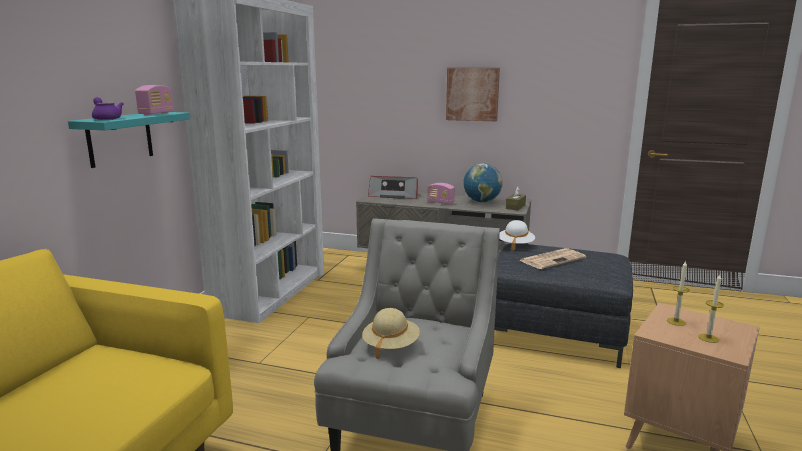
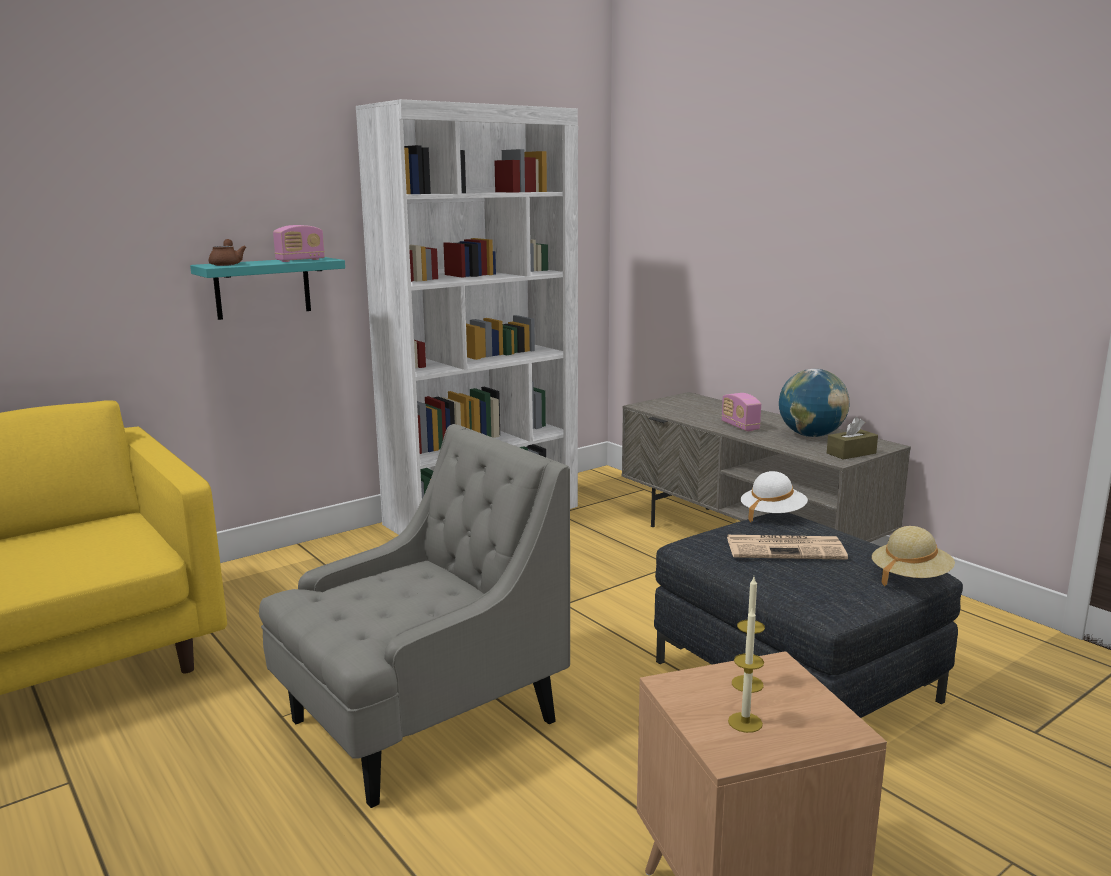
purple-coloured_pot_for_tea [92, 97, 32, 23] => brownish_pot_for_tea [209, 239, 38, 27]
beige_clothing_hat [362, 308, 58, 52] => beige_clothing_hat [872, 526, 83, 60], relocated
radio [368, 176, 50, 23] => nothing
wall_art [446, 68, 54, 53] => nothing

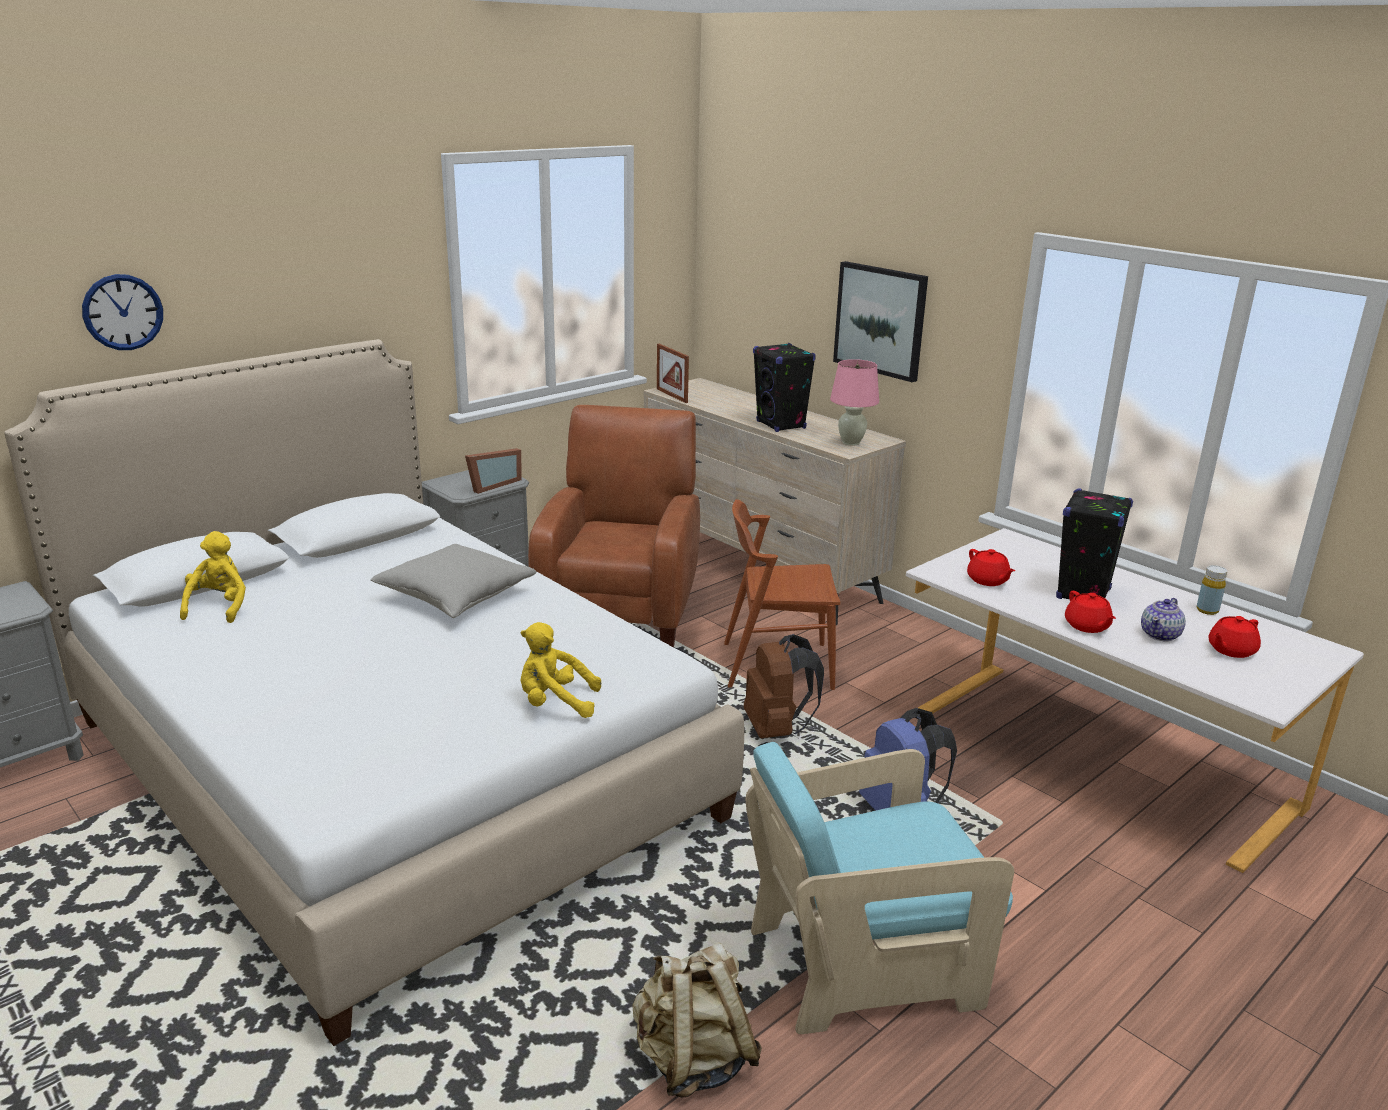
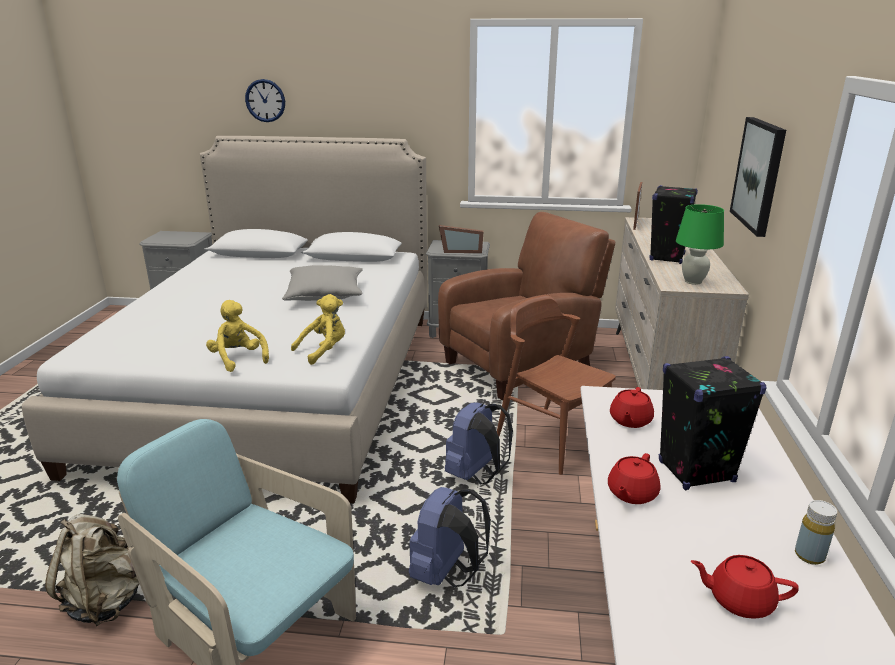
yellowish_cuddly_toy [180, 531, 66, 92] => yellowish_cuddly_toy [291, 294, 54, 71], relocated
brownish_knapsack [744, 634, 80, 104] => bluish_knapsack [445, 402, 68, 82]
pink_lamp_for_a_table [830, 359, 49, 87] => green_lamp_for_a_table [676, 204, 48, 81]
pot_for_tea [1141, 598, 45, 43] => nothing

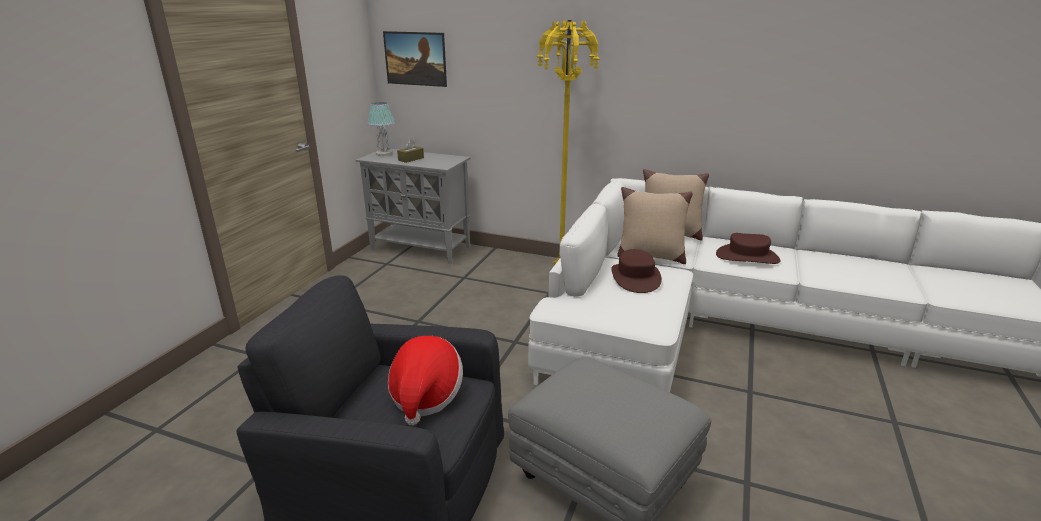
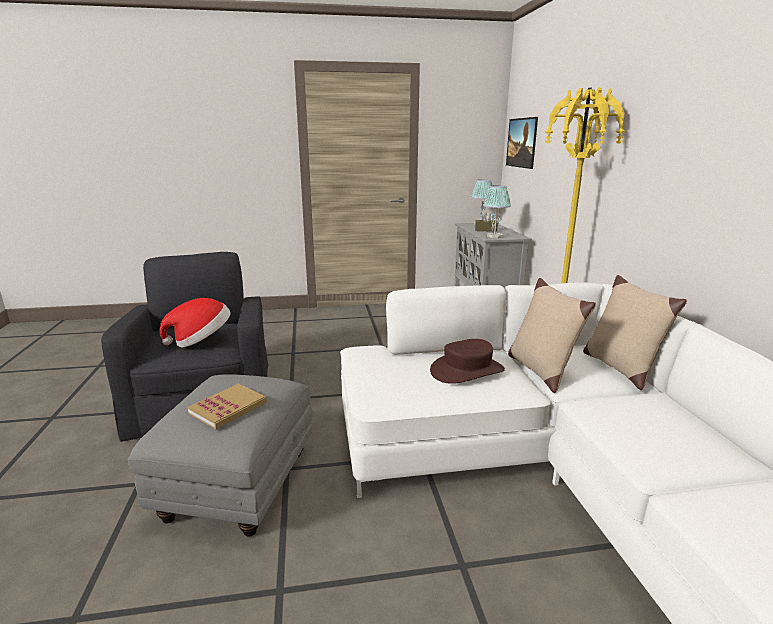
nothing => bound_book [188, 384, 79, 46]
nothing => lamp_for_a_table [483, 185, 28, 53]
brownish_clothing_hat [716, 233, 64, 31] => nothing

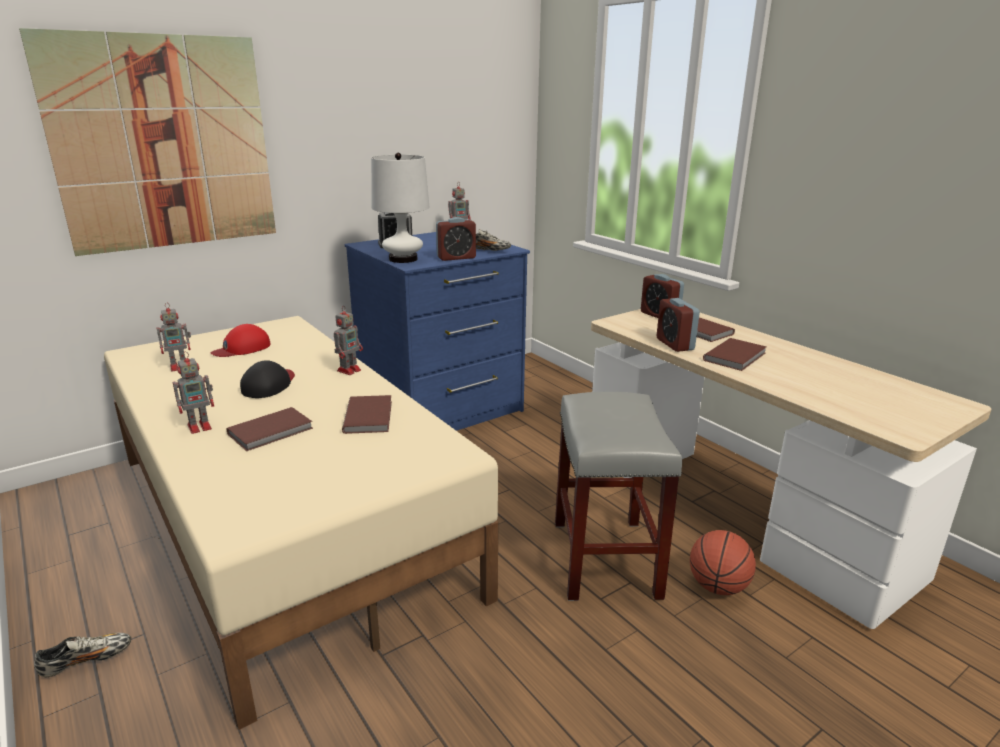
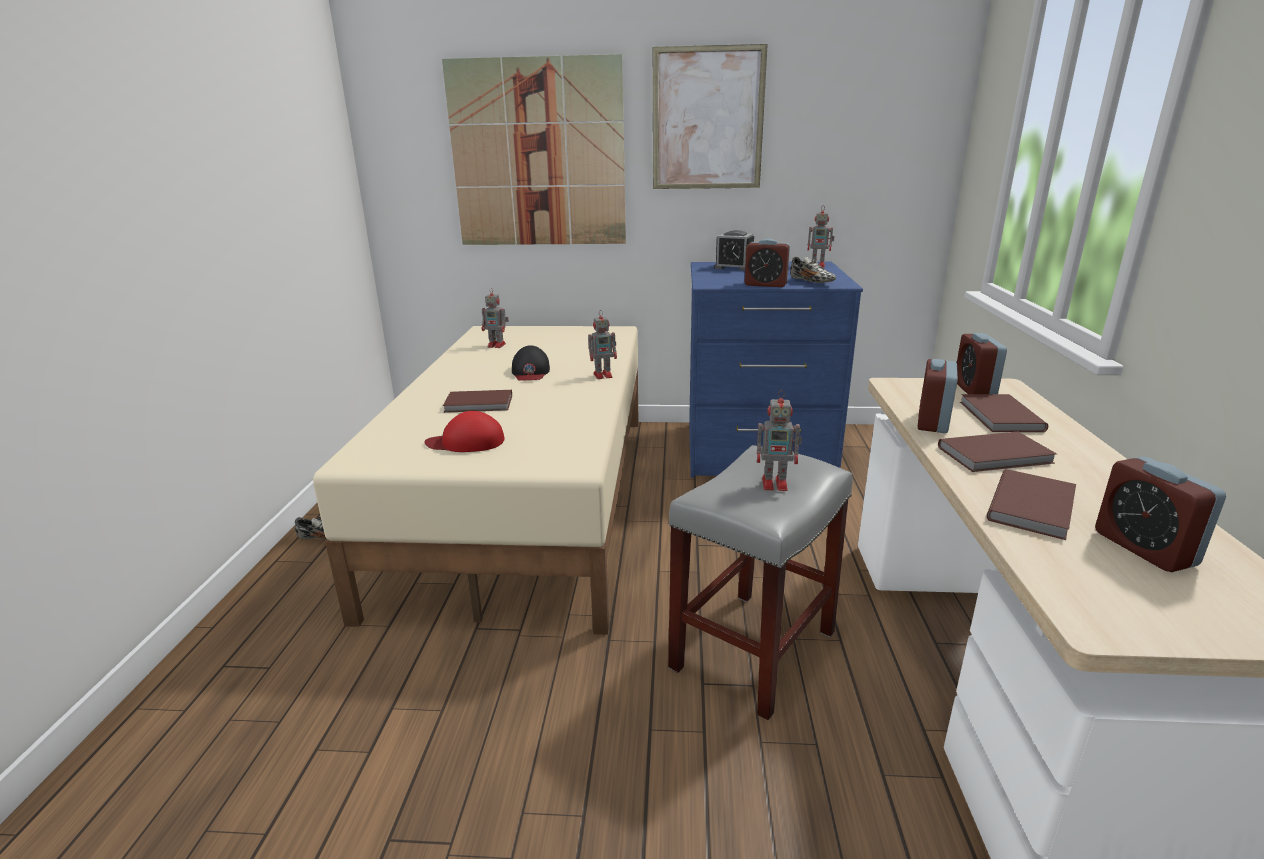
red_baseball_cap [211, 324, 60, 33] => red_baseball_cap [424, 411, 81, 41], relocated
black_baseball_cap [240, 360, 55, 38] => black_baseball_cap [512, 345, 38, 36], 120 degrees clockwise
nothing => wall_art [653, 44, 115, 145]
model_robot [173, 351, 41, 83] => model_robot [757, 390, 45, 101], relocated
brownish_bound_book [342, 395, 50, 39] => brownish_bound_book [987, 469, 89, 71], relocated
nothing => table_clock [1095, 457, 131, 115]
white_lamp_for_a_table [371, 153, 59, 110] => nothing
basketball [690, 530, 66, 65] => nothing

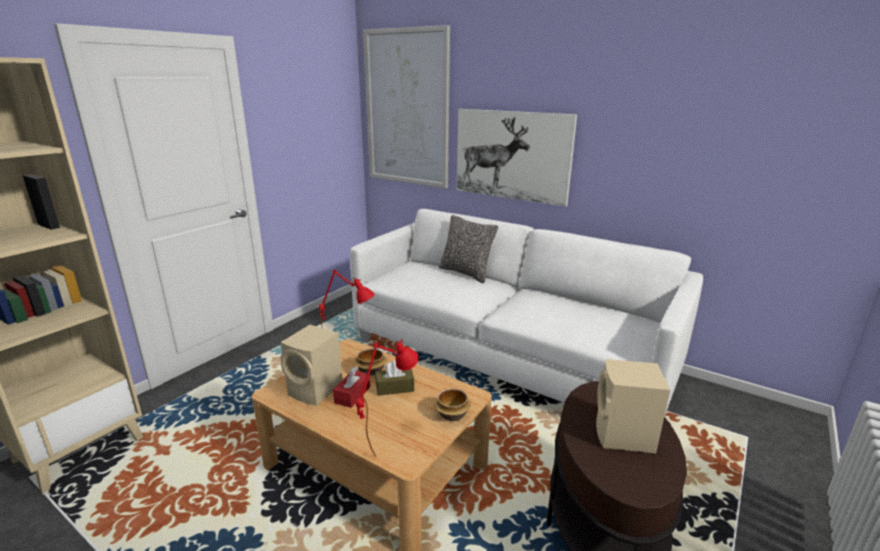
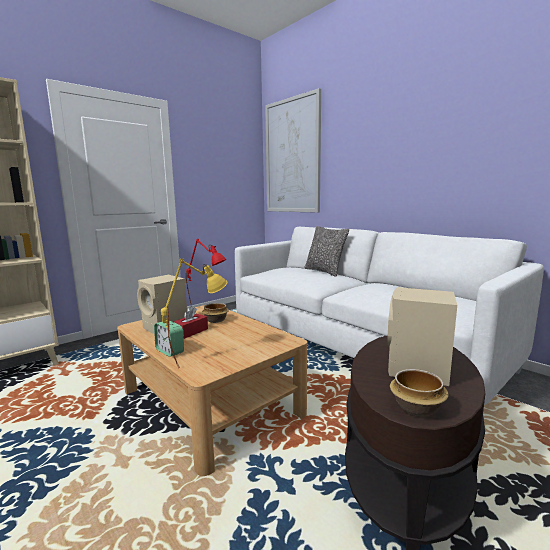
nothing => table_clock [154, 321, 30, 36]
red_lamp_for_a_table [356, 340, 63, 116] => yellowish_lamp_for_a_table [161, 259, 67, 109]
serving_bowl [434, 389, 37, 32] => serving_bowl [390, 369, 59, 47], relocated
brownish_tissue_holder [375, 360, 39, 36] => nothing
wall_art [457, 109, 120, 98] => nothing

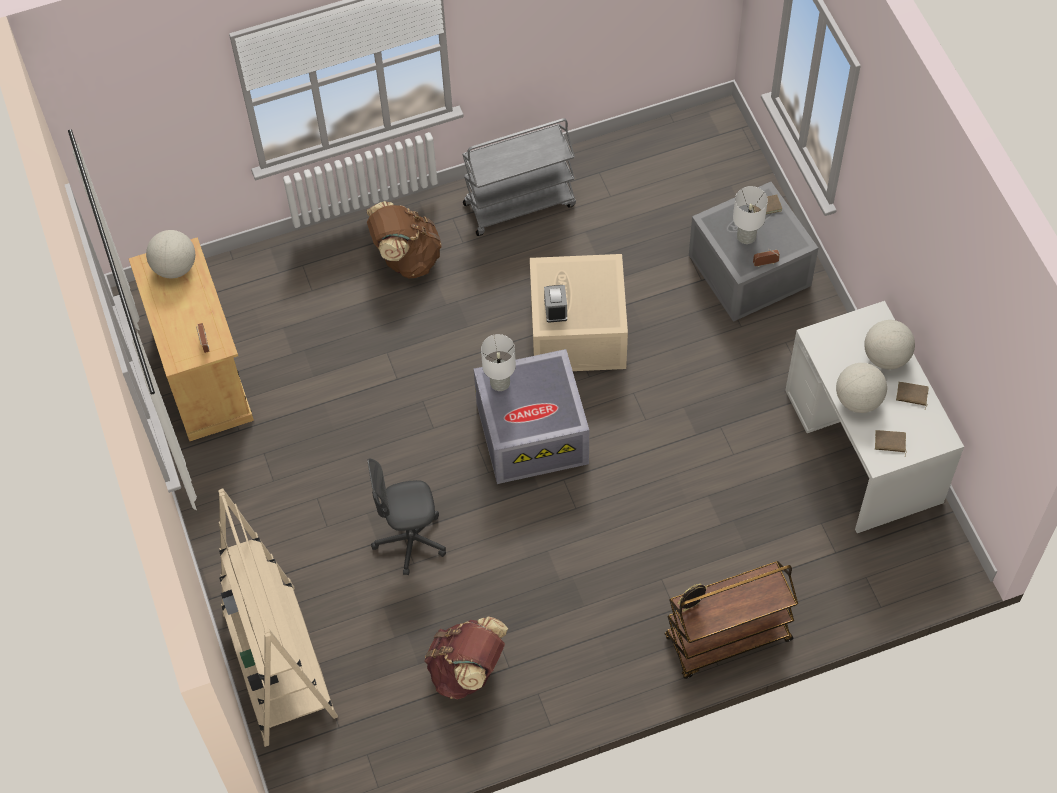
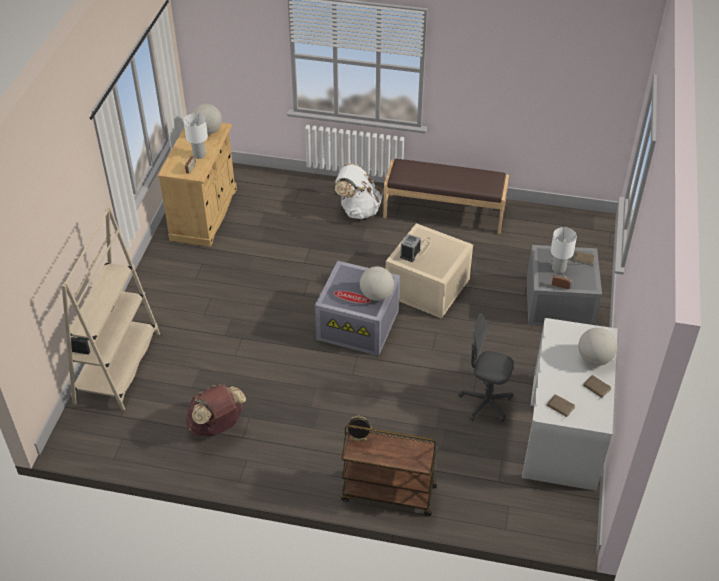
white_lamp_for_a_table [481, 334, 35, 57] => white_lamp_for_a_table [183, 113, 25, 46], relocated
brownish_knapsack [367, 201, 75, 78] => white_knapsack [335, 164, 48, 55]
globe [836, 363, 51, 50] => globe [360, 266, 34, 35], relocated
gray_trolley [462, 118, 114, 118] => brownish_bench [383, 159, 126, 75]
gray_office_chair [367, 458, 79, 117] => gray_office_chair [458, 313, 56, 109], relocated

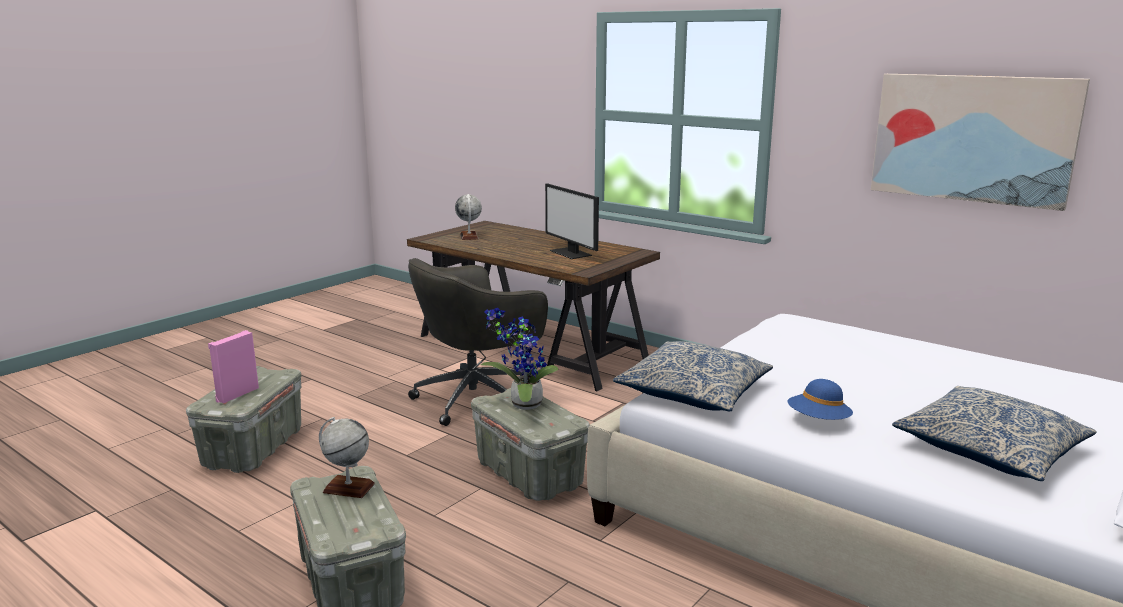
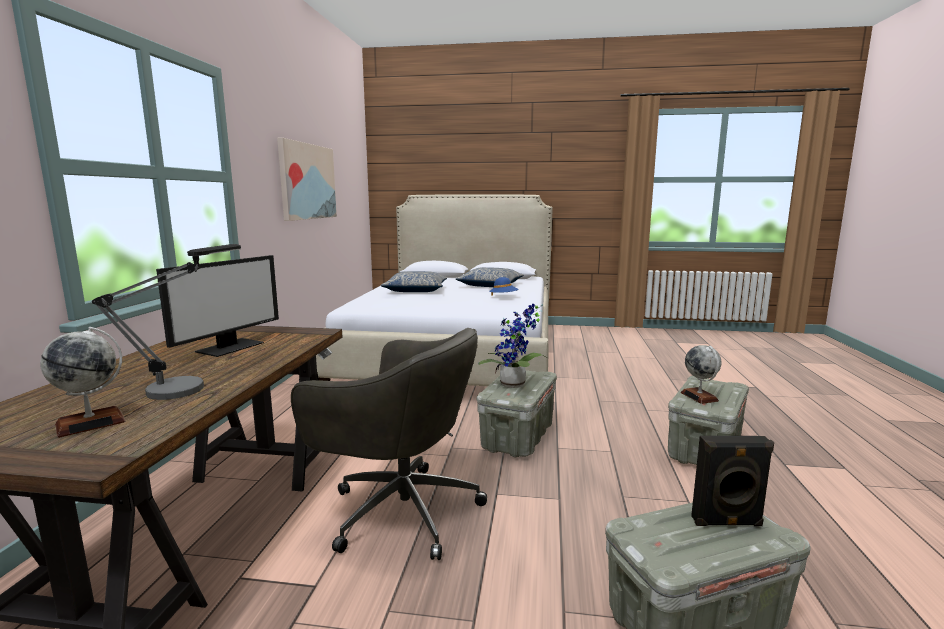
nothing => lamp_for_a_table [92, 244, 149, 156]
throw_pillow [613, 341, 160, 70] => throw_pillow [381, 271, 66, 21], relocated
pink_speaker [208, 330, 51, 73] => black_speaker [691, 436, 83, 90]

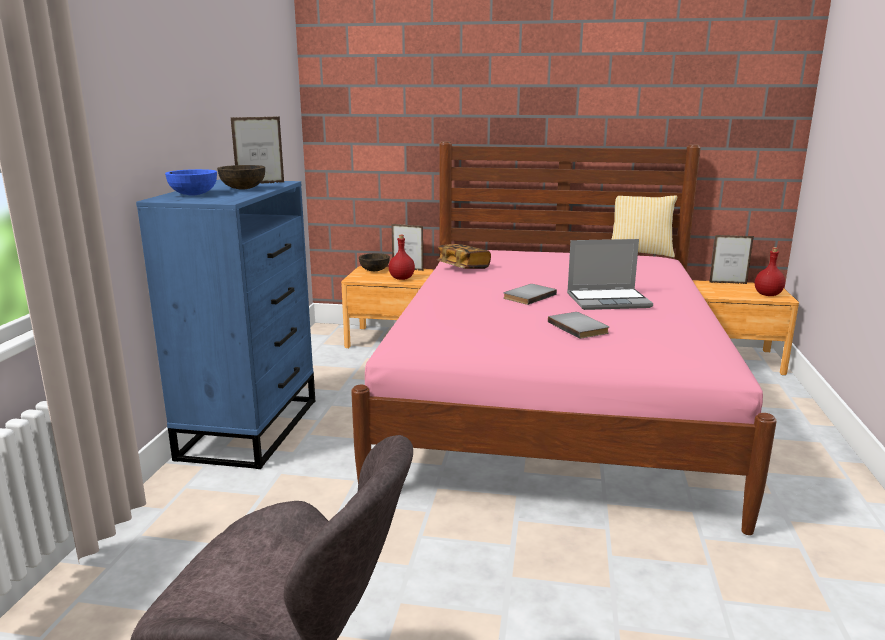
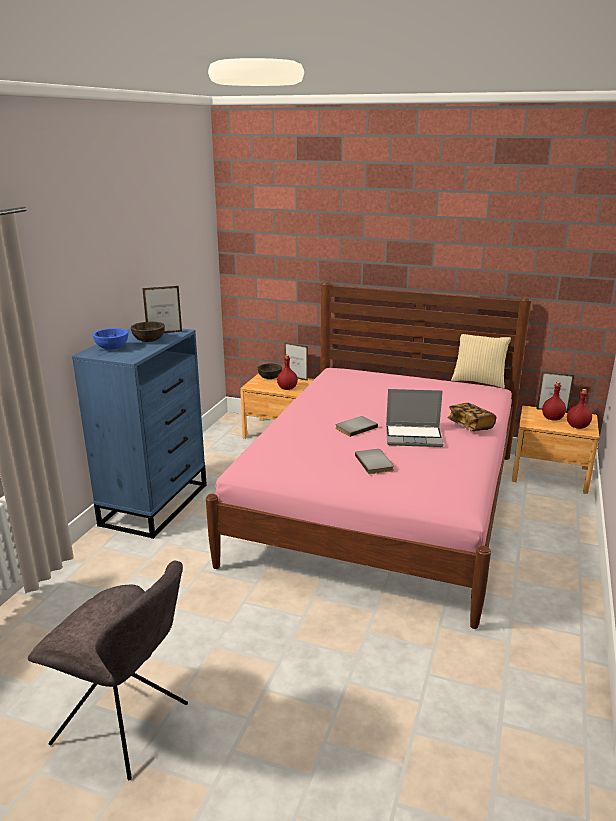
bound_book [437, 244, 54, 25] => bound_book [447, 403, 49, 28], relocated
nothing => red_bottle [542, 382, 24, 39]

